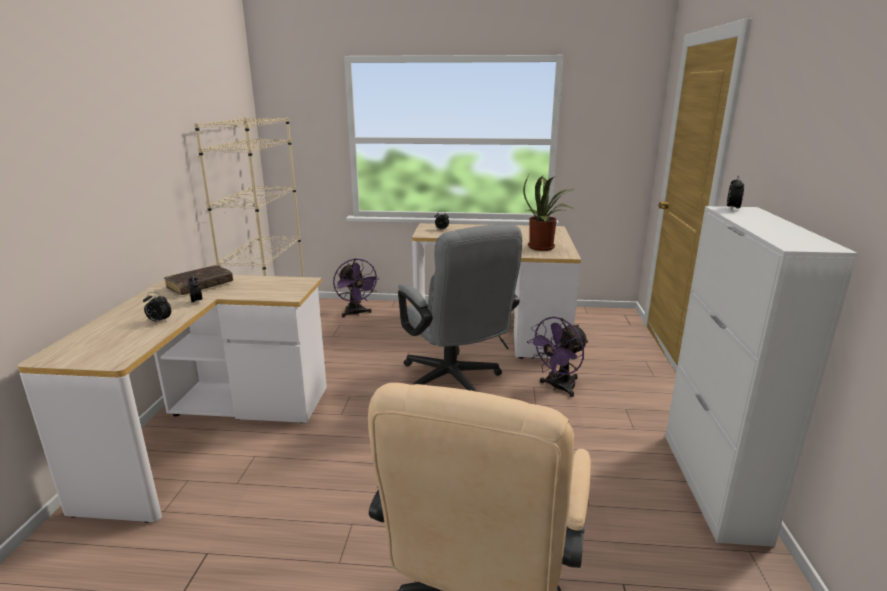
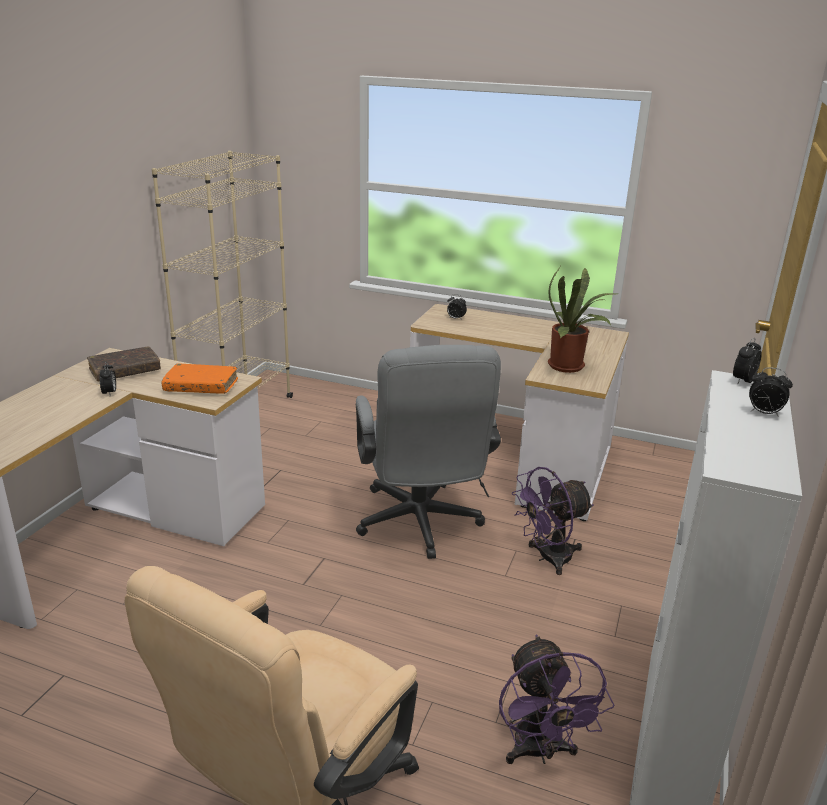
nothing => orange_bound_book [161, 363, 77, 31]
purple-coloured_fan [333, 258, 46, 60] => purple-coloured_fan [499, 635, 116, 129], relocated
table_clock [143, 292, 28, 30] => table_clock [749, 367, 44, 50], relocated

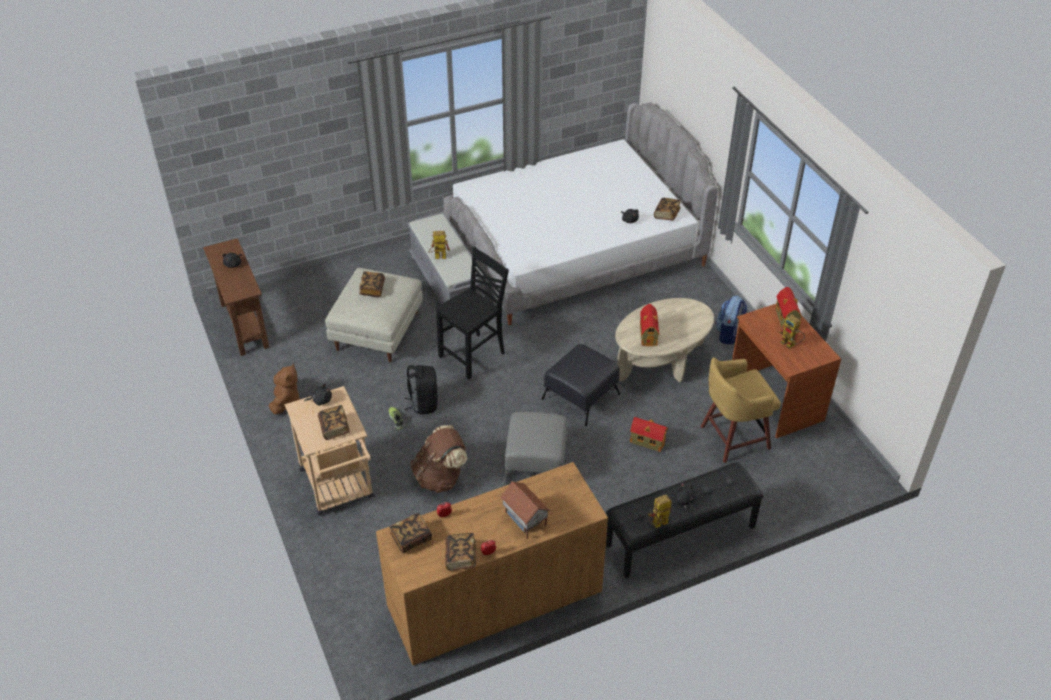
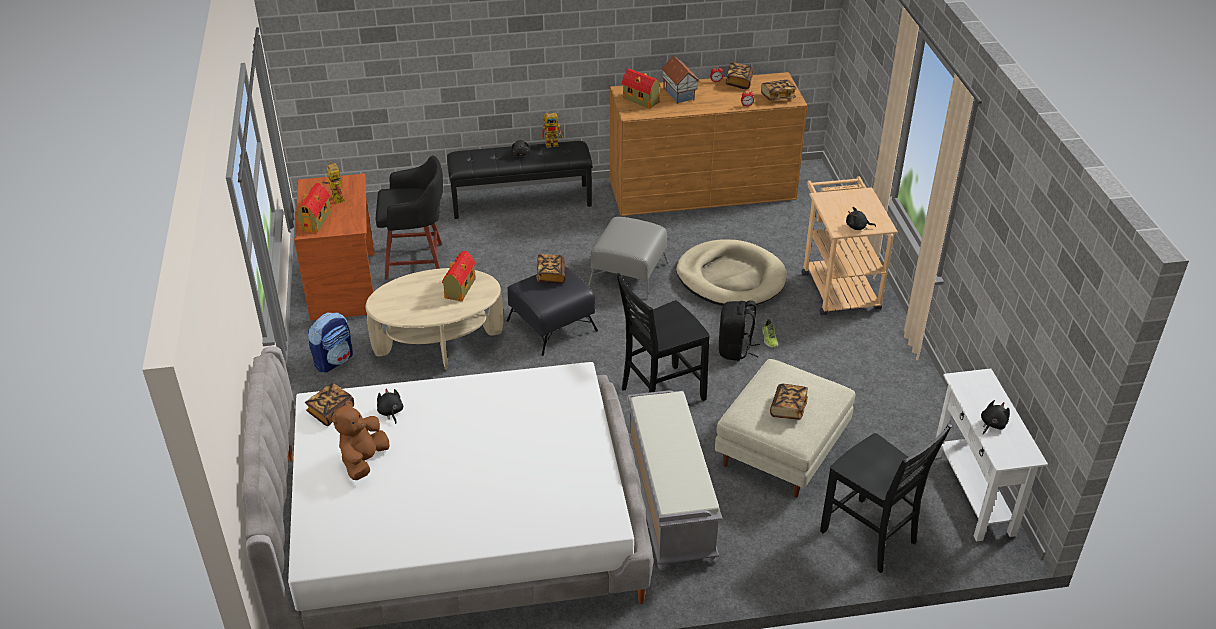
brownish_cuddly_toy [269, 363, 31, 51] => brownish_cuddly_toy [332, 400, 58, 80], relocated
yellowish_stool_seat [701, 357, 80, 106] => black_stool_seat [376, 155, 67, 124]
bound_book [318, 405, 32, 35] => bound_book [536, 254, 29, 30], relocated
model_house [630, 417, 38, 35] => model_house [622, 69, 39, 40], relocated
brownish_knapsack [411, 425, 56, 68] => beige_dog_cushion [676, 239, 111, 67]
nothing => black_plain_chair [820, 424, 132, 149]
brownish_narrow_table [203, 238, 66, 118] => white_narrow_table [935, 368, 113, 173]
model_robot [428, 231, 22, 28] => nothing

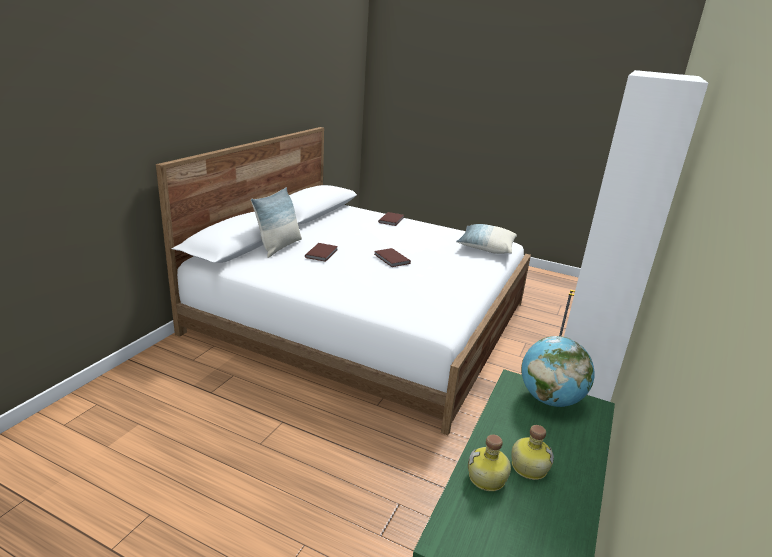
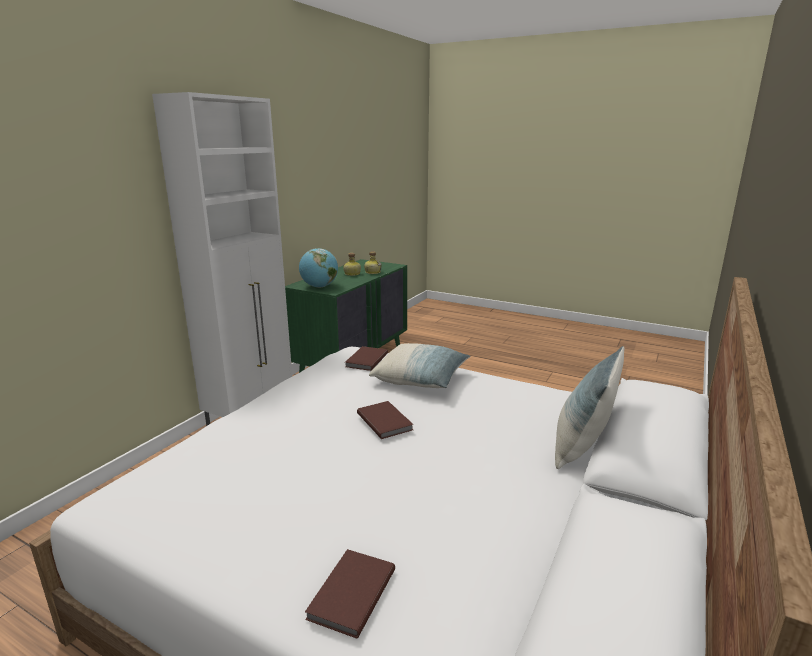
brownish_bound_book [305, 243, 33, 19] => brownish_bound_book [345, 346, 43, 25], relocated
throw_pillow [456, 224, 61, 30] => throw_pillow [369, 343, 102, 45], relocated

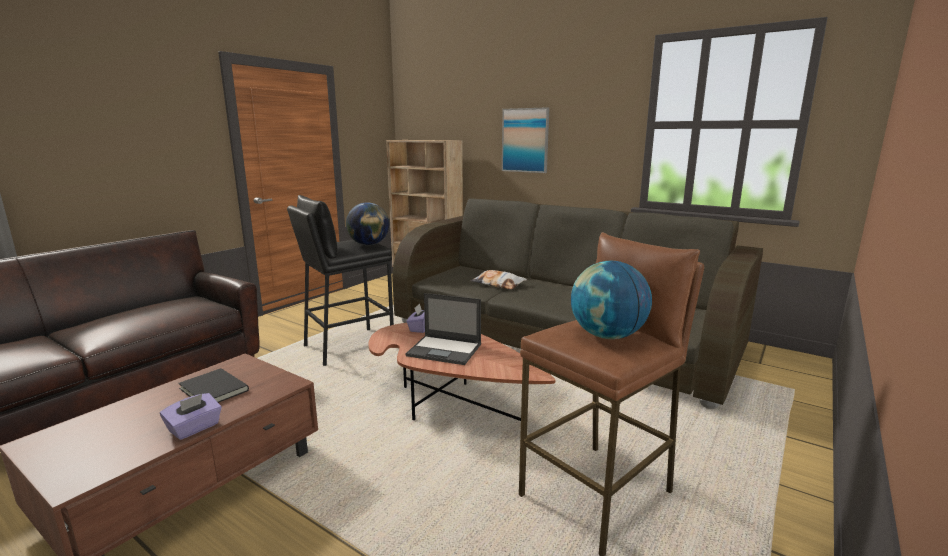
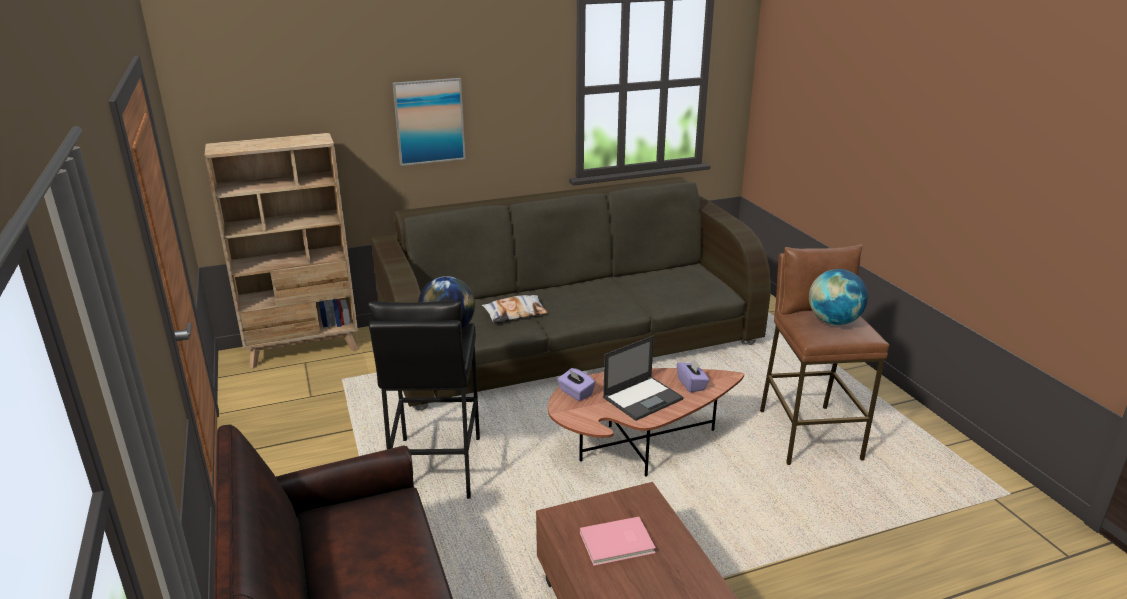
black_bound_book [178, 368, 71, 35] => pink_bound_book [580, 517, 76, 49]
purple-coloured_tissue_holder [160, 393, 62, 47] => purple-coloured_tissue_holder [677, 358, 32, 35], relocated

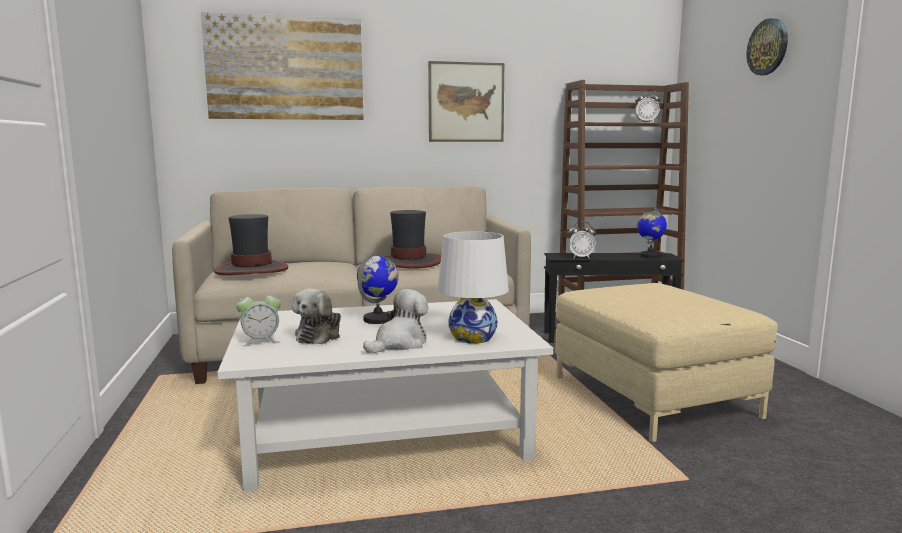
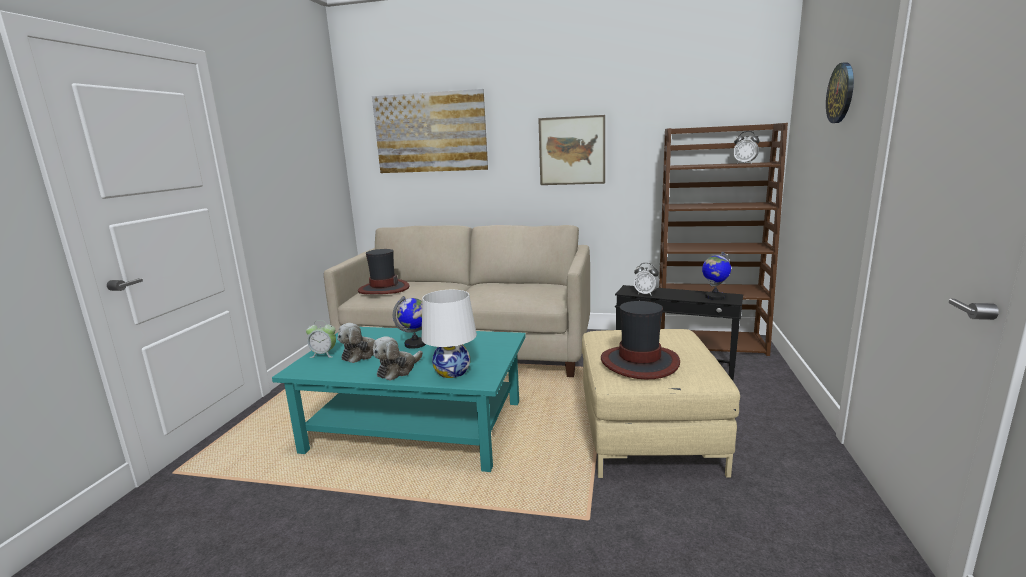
white_coffee_table [217, 299, 336, 193] => turquoise_coffee_table [272, 327, 254, 145]
cuddly_toy [363, 289, 65, 64] => cuddly_toy [373, 336, 50, 44], 150 degrees clockwise
clothing_hat [383, 210, 58, 59] => clothing_hat [601, 301, 79, 78], relocated

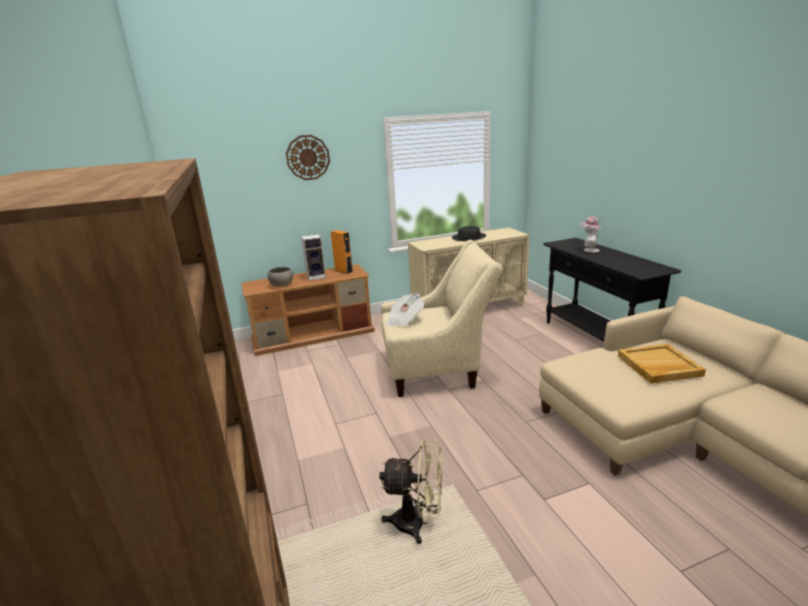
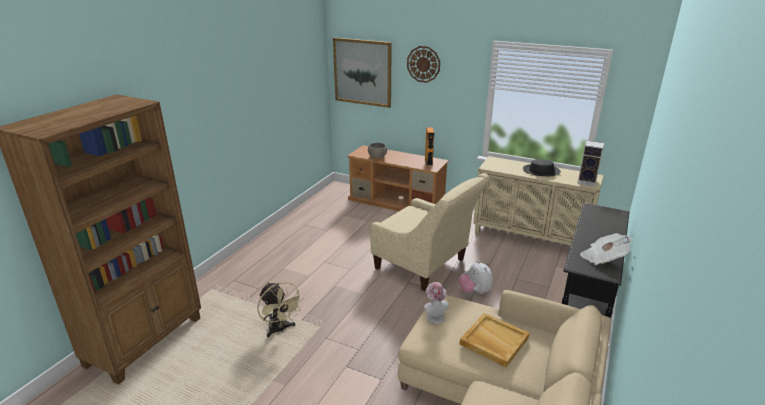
nothing => wall_art [333, 38, 59, 70]
clothing_hat [580, 217, 21, 35] => clothing_hat [424, 282, 25, 42], relocated
nothing => cuddly_toy [459, 261, 34, 33]
speaker [301, 234, 25, 47] => speaker [577, 141, 27, 46], relocated
newspaper [386, 293, 38, 33] => newspaper [580, 233, 52, 32], relocated

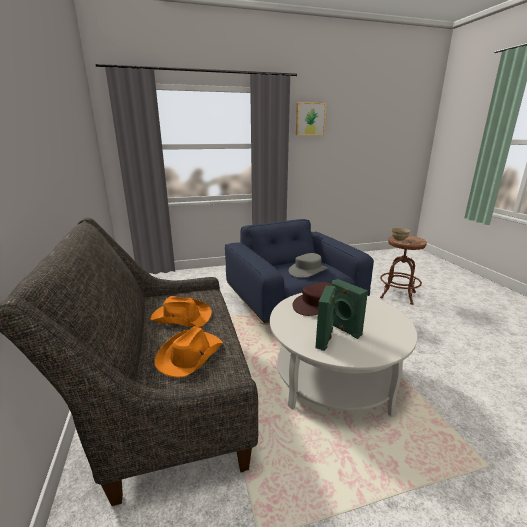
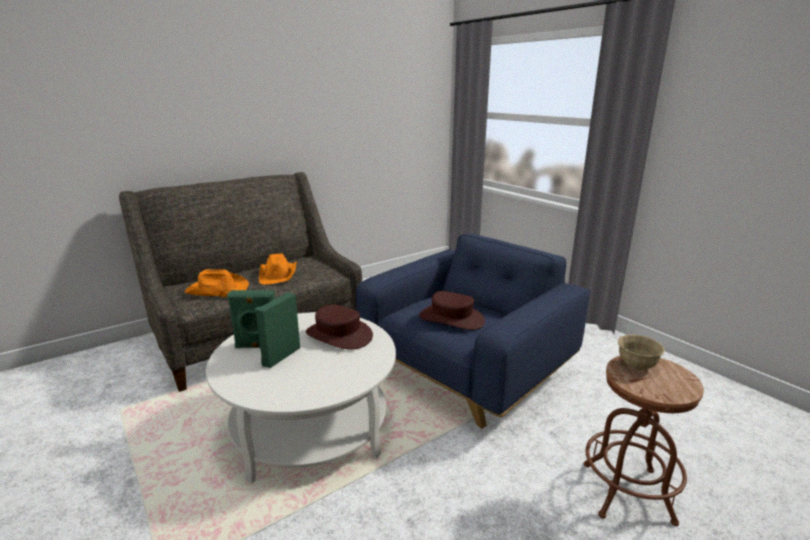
gray_clothing_hat [289, 253, 38, 25] => brownish_clothing_hat [419, 291, 66, 39]
wall_art [296, 102, 30, 33] => nothing

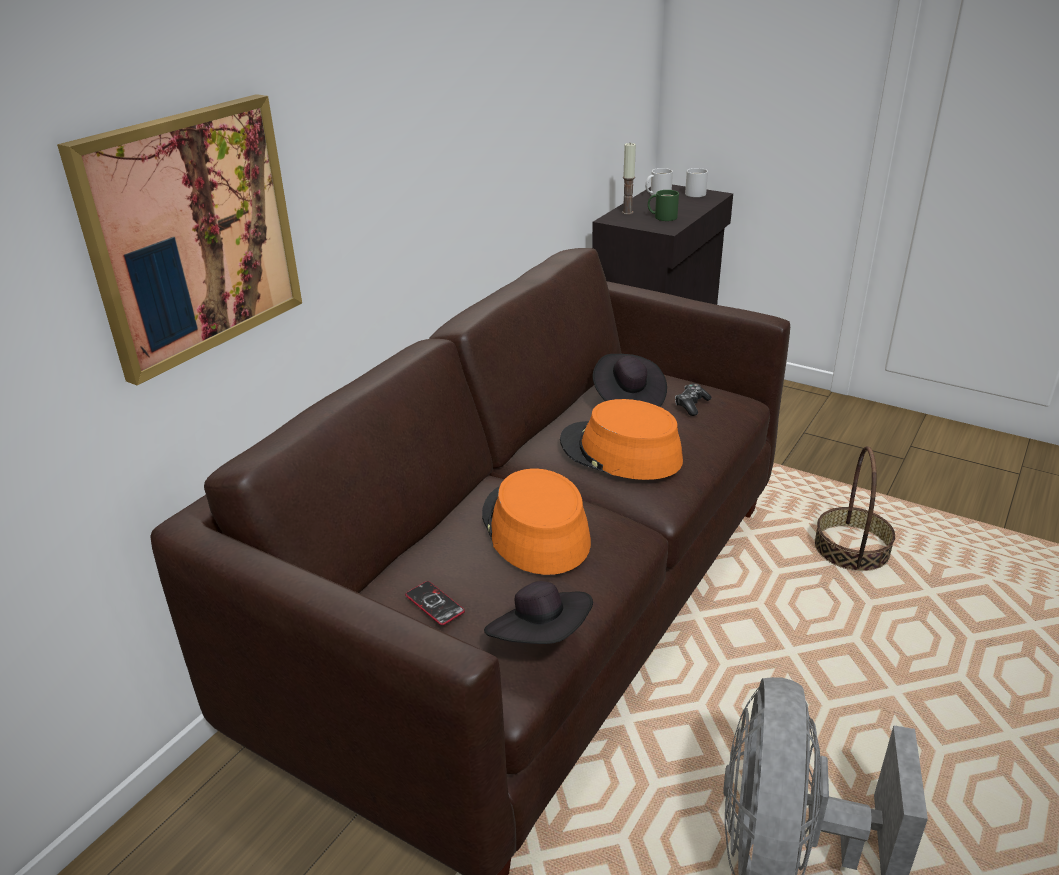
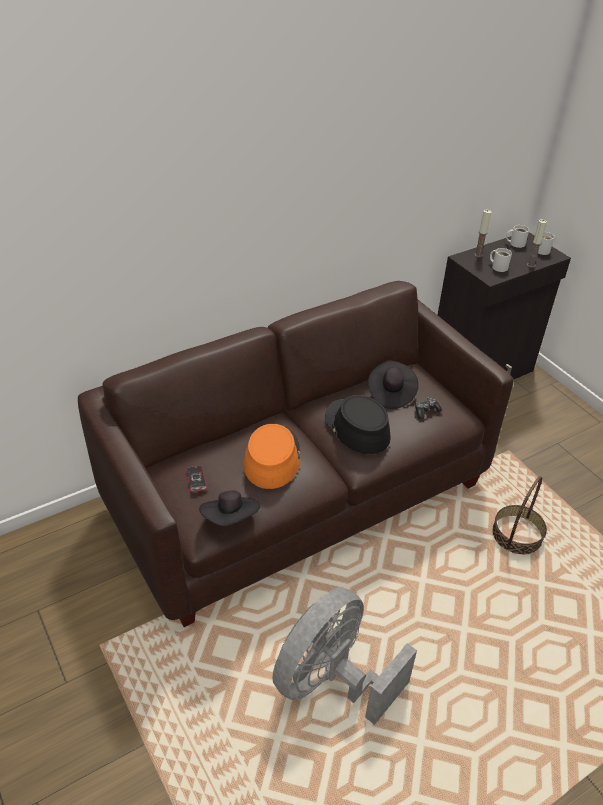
orange_clothing_hat [560, 399, 123, 81] => black_clothing_hat [325, 395, 66, 59]
green_mug [648, 190, 31, 31] => white_mug [490, 248, 22, 24]
nothing => candle [527, 219, 20, 49]
wall_art [57, 94, 245, 291] => nothing

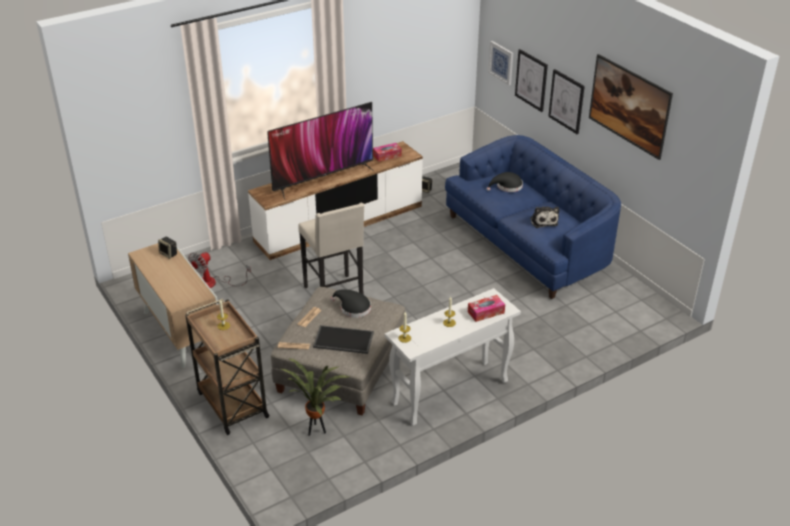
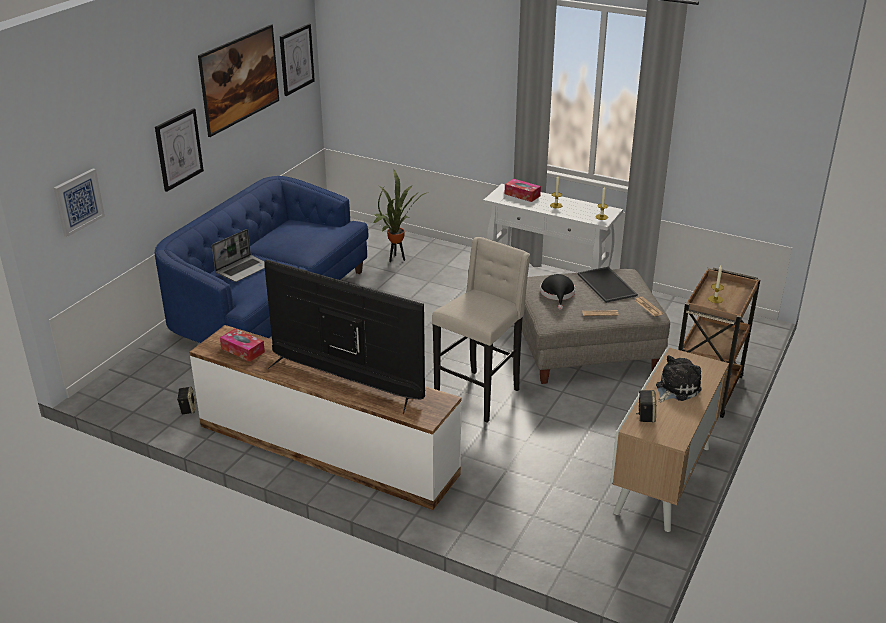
black_clothing_hat [487, 172, 36, 20] => portable_computer [212, 229, 53, 53]
wall_art [515, 49, 33, 63] => wall_art [280, 24, 35, 72], relocated
houseplant [282, 358, 68, 78] => houseplant [373, 169, 53, 93], relocated
cuddly_toy [530, 207, 29, 21] => cuddly_toy [656, 355, 46, 47], relocated
fan [188, 252, 63, 36] => nothing

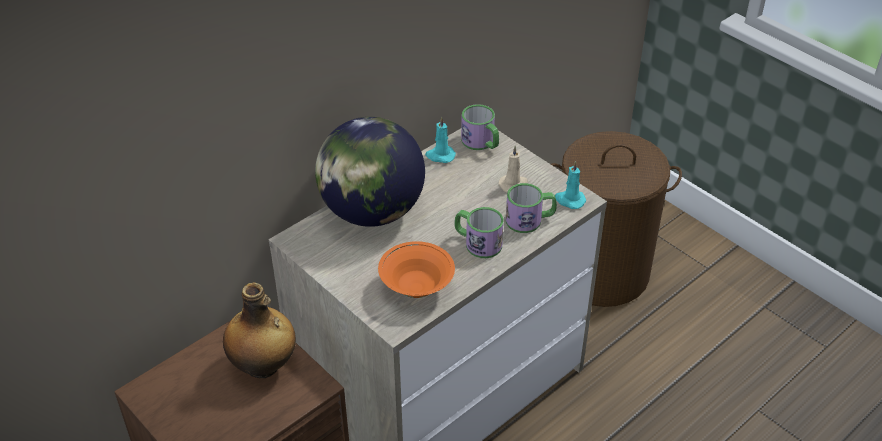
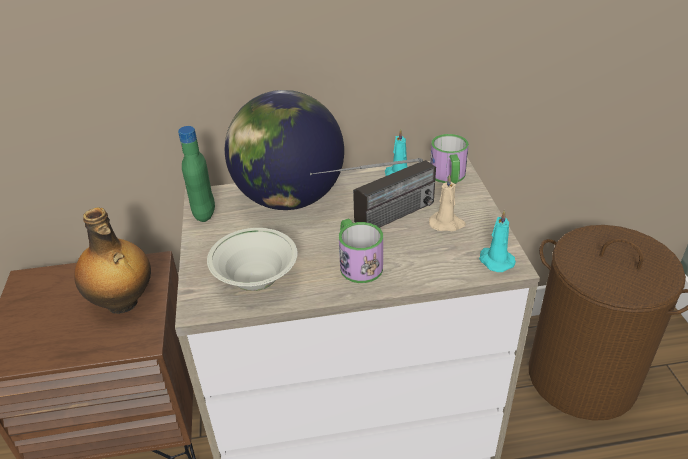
nothing => green_bottle [178, 126, 37, 96]
orange_serving_bowl [378, 241, 77, 57] => white_serving_bowl [207, 228, 91, 63]
nothing => radio [310, 158, 126, 70]
mug [506, 183, 51, 50] => nothing

